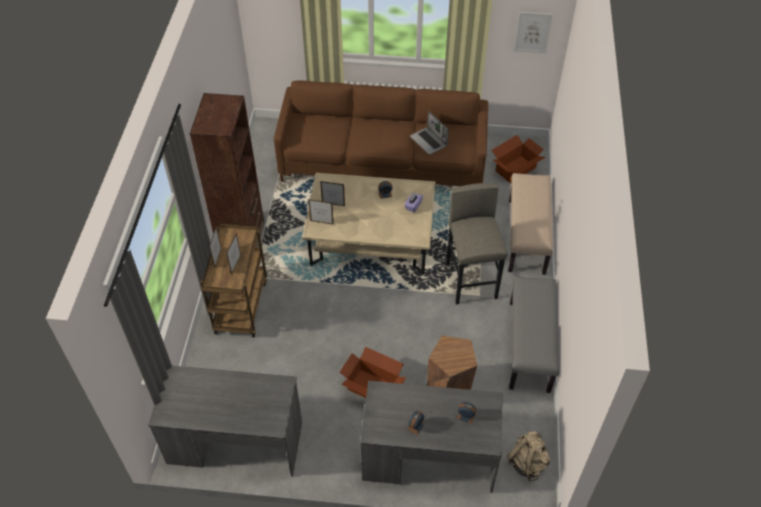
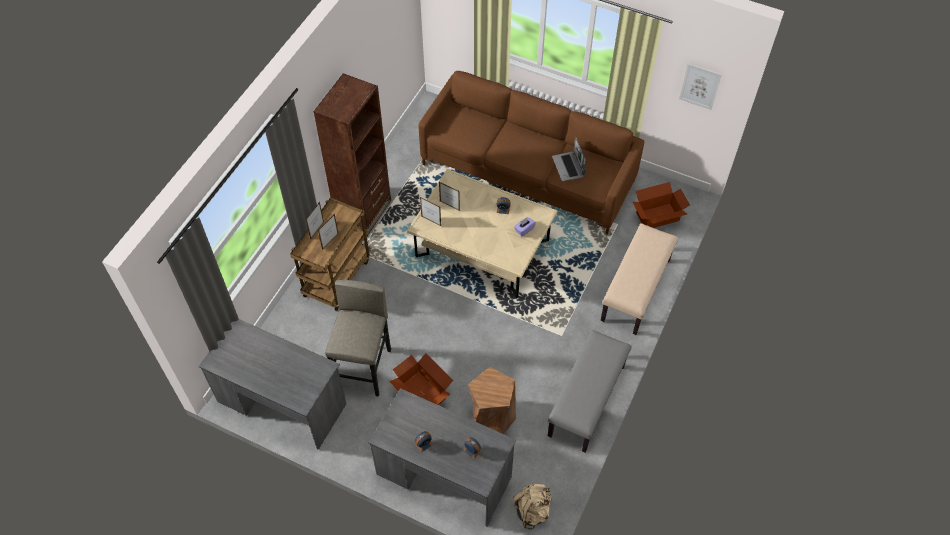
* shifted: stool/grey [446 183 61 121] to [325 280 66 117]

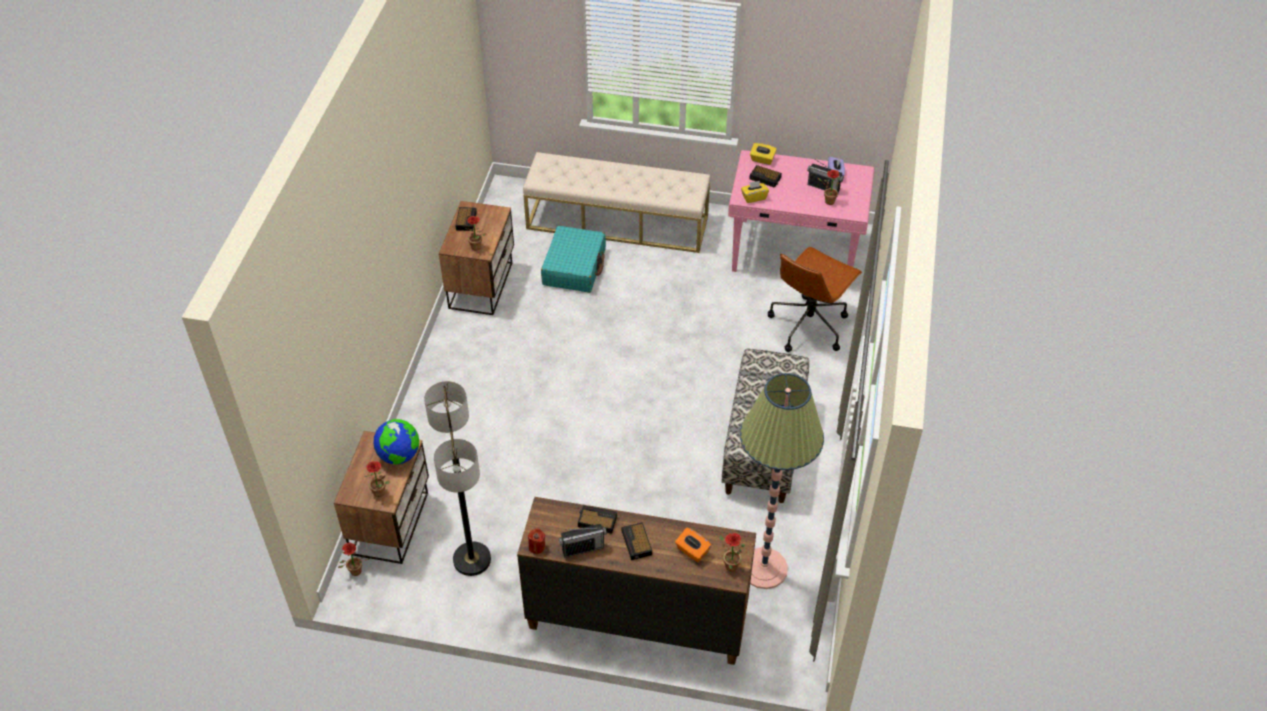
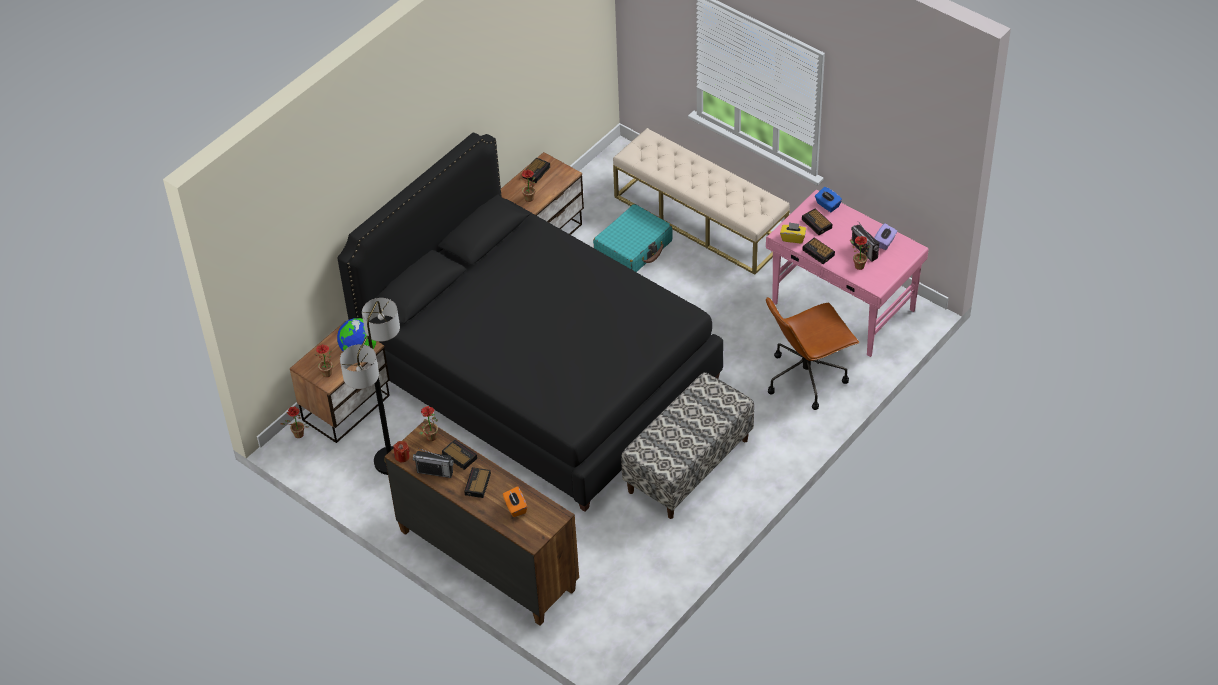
* new: bed/black [337 133 386 379]
* shifted: potted plant [719 533 26 39] to [419 406 19 35]
* new: alarm clock [803 237 32 27]
* repainted: tissue box/yellow [750 143 27 22] to tissue box/blue [815 187 27 25]
* gone: floor lamp [740 373 84 216]

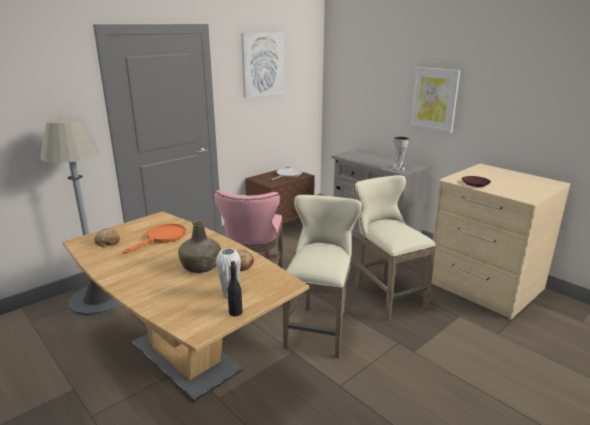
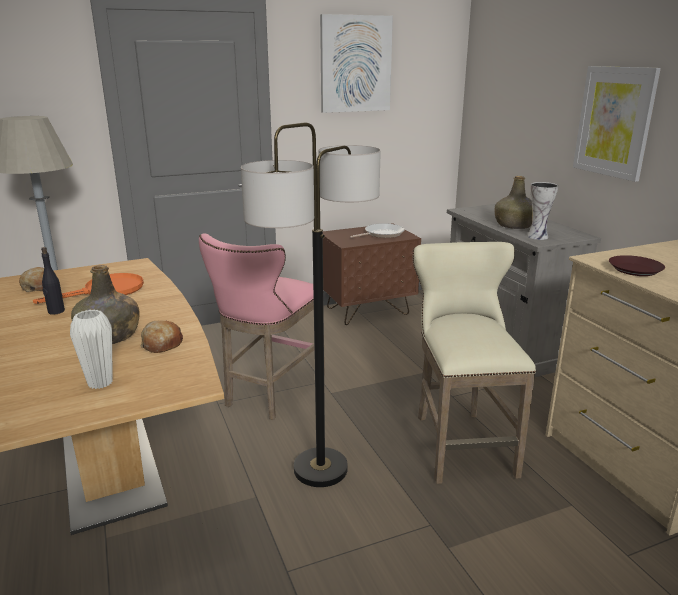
* shifted: bottle/black [228 261 14 56] to [41 247 24 68]
* swapped: stool/beige [283 195 79 163] to floor lamp [241 123 140 364]
* new: bottle/green [495 176 38 53]

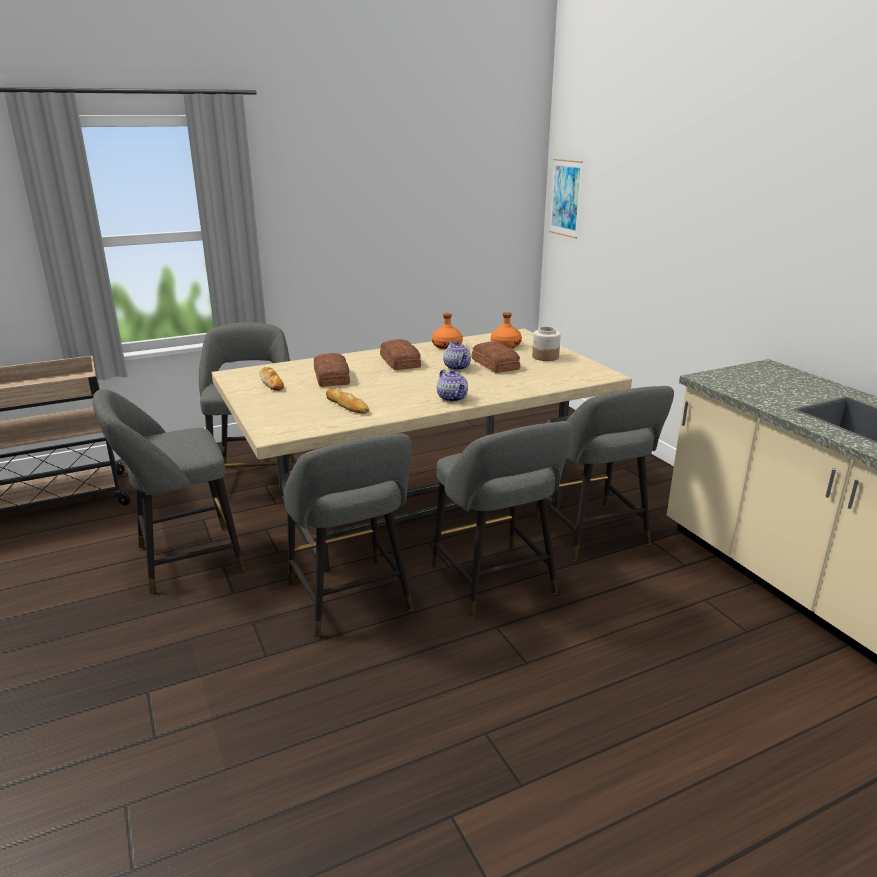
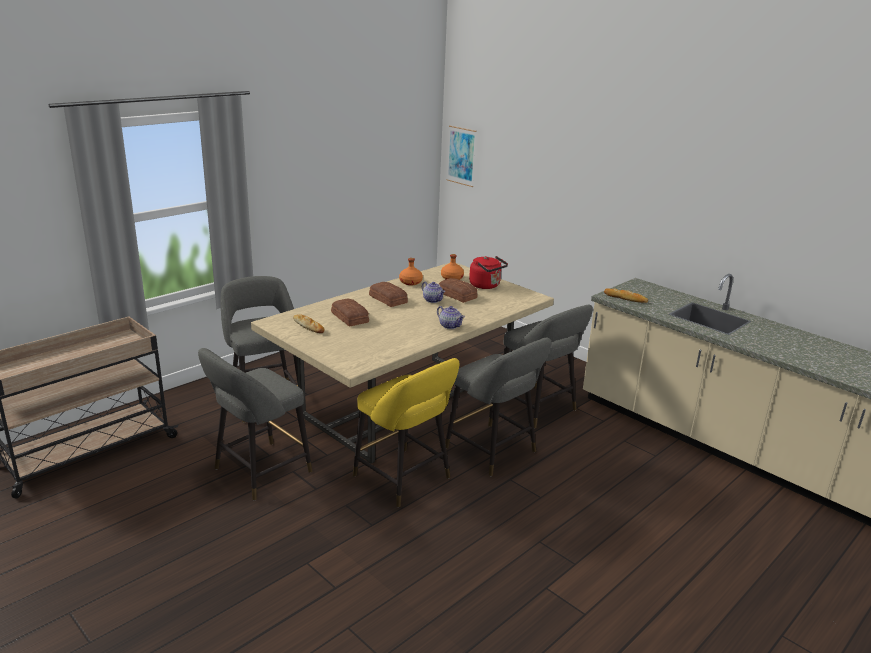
* repainted: stool/grey [282 433 131 205] to stool/yellow [353 358 106 150]
* swapped: jar [532 327 29 34] to kettle/red [469 256 39 33]
* shifted: bread [326 389 43 25] to [604 288 44 15]

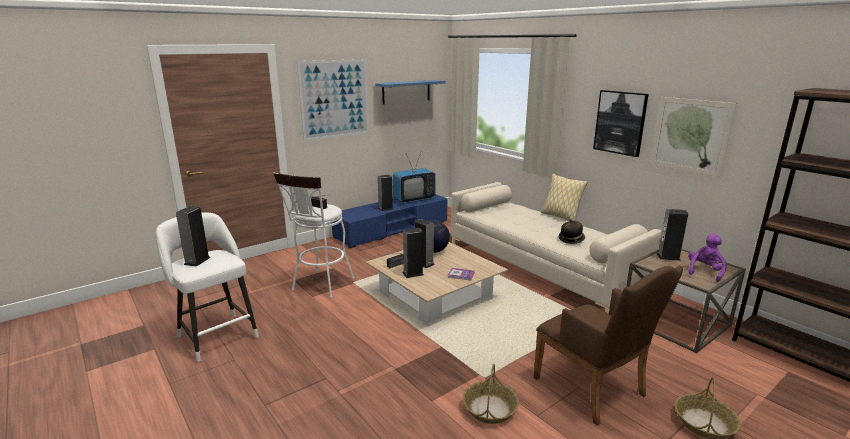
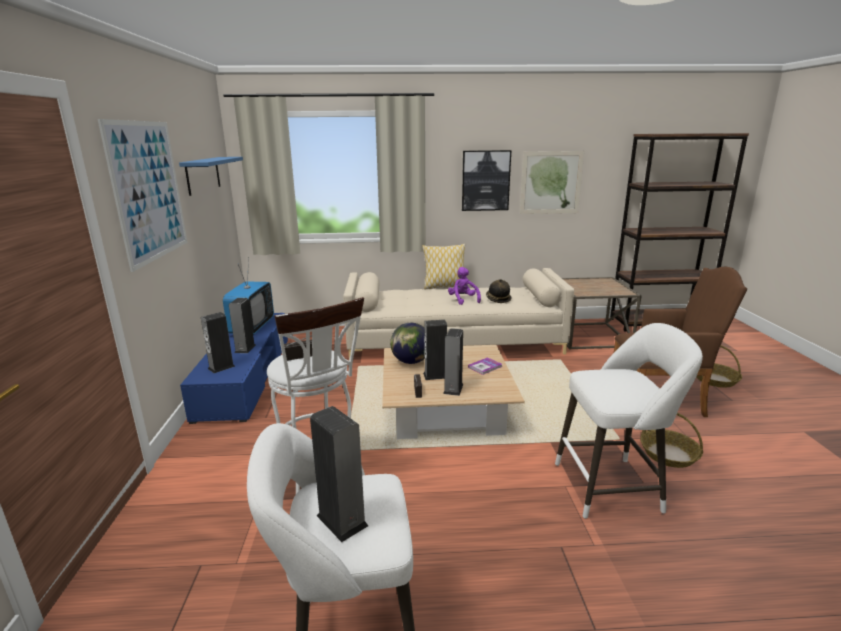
* shifted: speaker [657 209 31 52] to [201 312 34 61]
* shifted: plush toy/purple [688 233 39 49] to [448 267 33 38]
* new: stool/white [555 323 148 196]

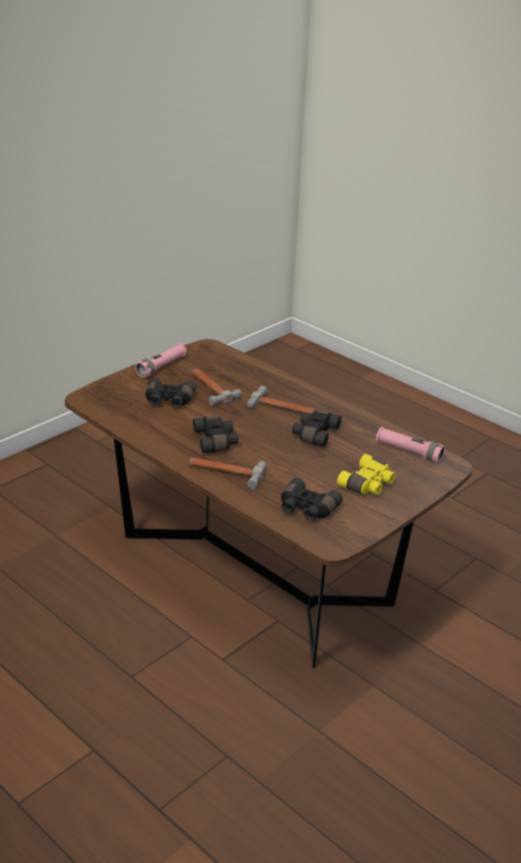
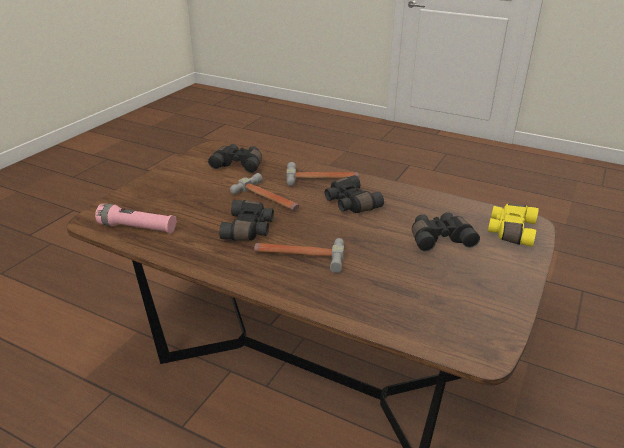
* shifted: hammer [192 368 50 38] to [230 173 69 38]
* shifted: binoculars/yellow [337 454 58 41] to [488 203 51 44]
* gone: flashlight/pink [135 343 52 35]

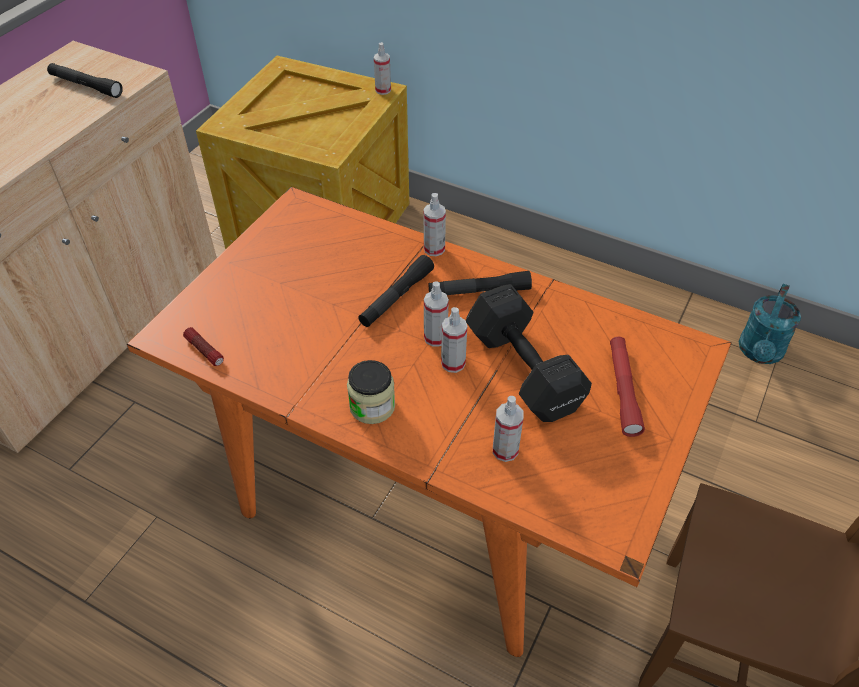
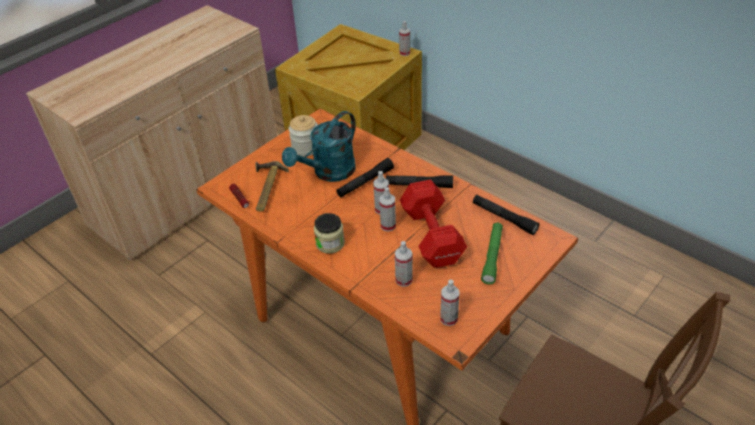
* new: hammer [255 161 34 51]
* shifted: watering can/turquoise [738 284 63 80] to [282 111 74 71]
* new: jar [289 115 29 41]
* repainted: dumbbell/black [466 284 126 138] to dumbbell/red [400 180 67 88]
* shifted: spray bottle [424 193 22 63] to [440 280 19 46]
* shifted: flashlight/black [47 63 76 35] to [473 195 66 40]
* repainted: flashlight/red [610 337 35 100] to flashlight/green [481 223 22 61]

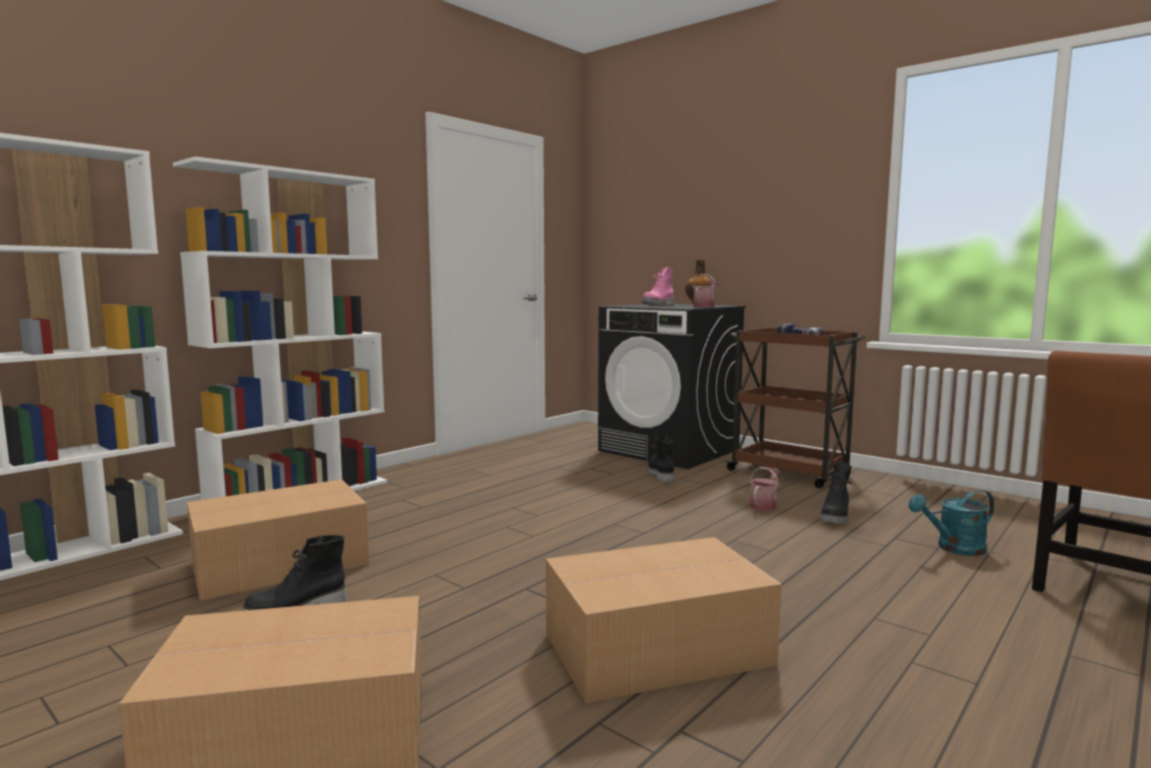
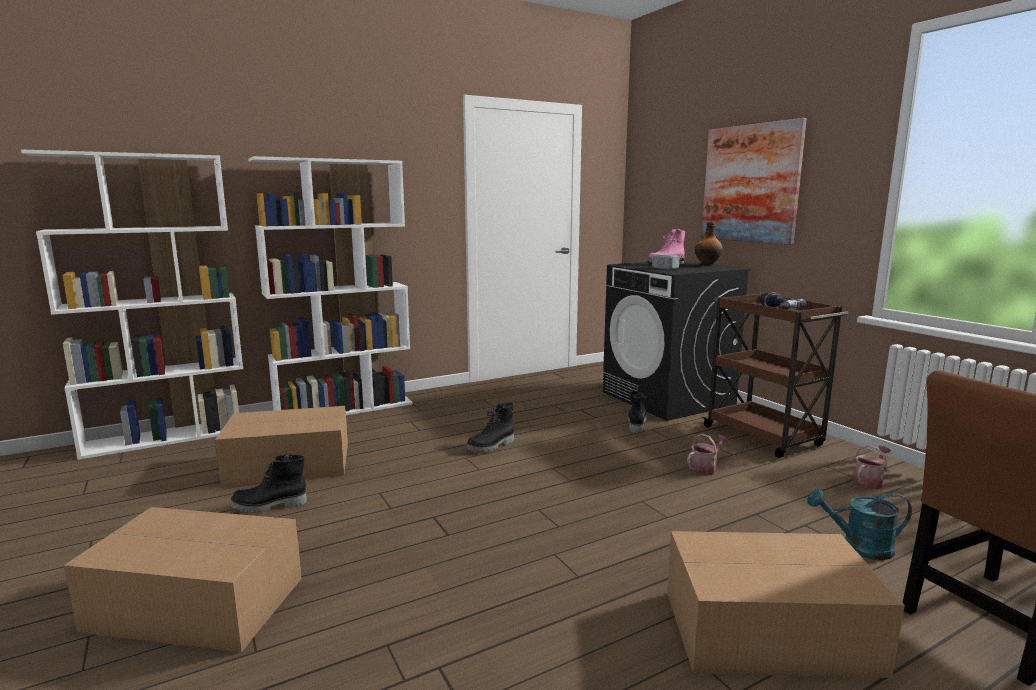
* shifted: boot/black [820 462 32 62] to [466 402 48 50]
* new: hammer [652 254 34 16]
* shifted: cardboard box [546 537 236 166] to [667 531 238 147]
* new: picture [701 118 106 127]
* shifted: watering can [693 274 25 33] to [853 445 38 44]

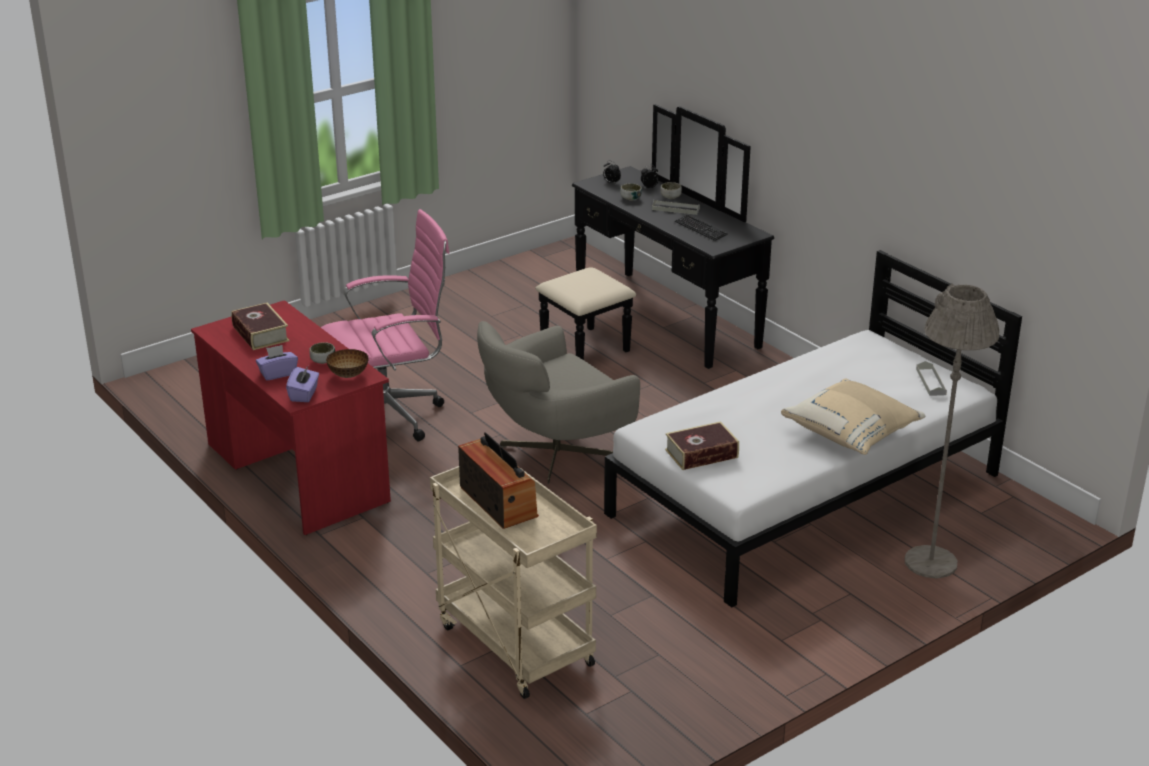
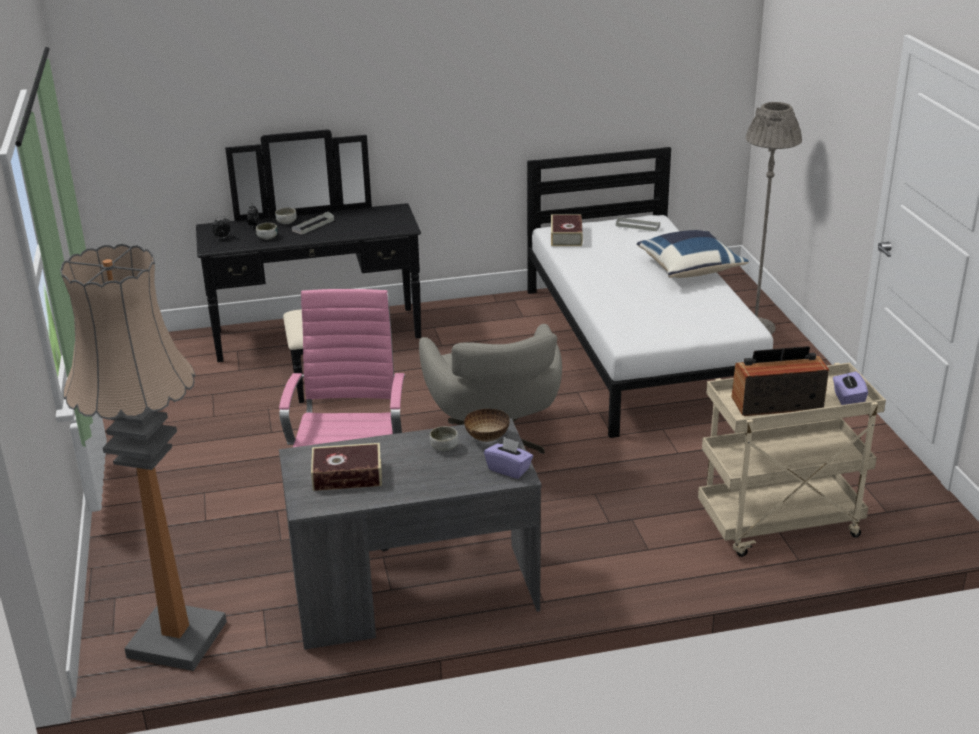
* new: floor lamp [60 244 167 427]
* repainted: desk/red [191 300 200 235] to desk/grey [279 418 262 232]
* shifted: book [665 421 74 49] to [551 215 32 31]
* repainted: pillow/beige [781 378 144 77] to pillow/blue [637 230 112 48]
* shifted: tissue box/purple [256 345 42 36] to [833 371 35 34]
* gone: keyboard [675 215 53 26]

